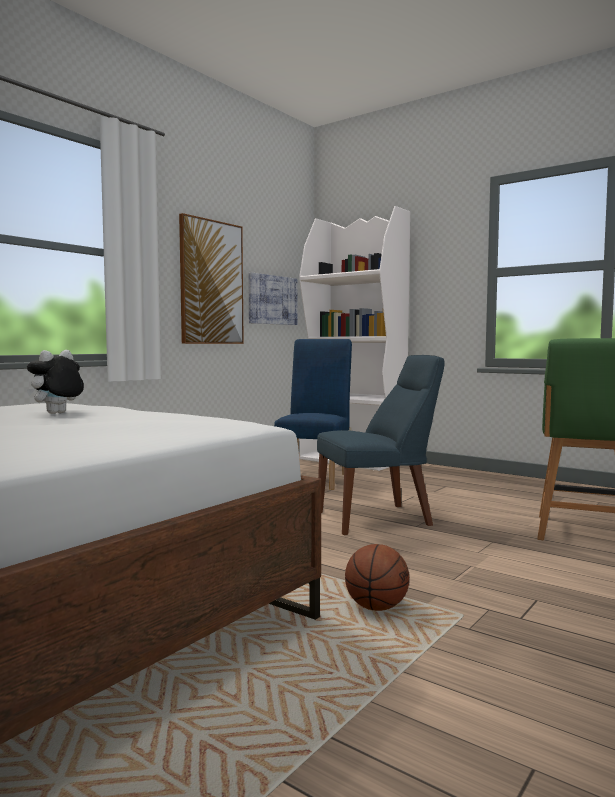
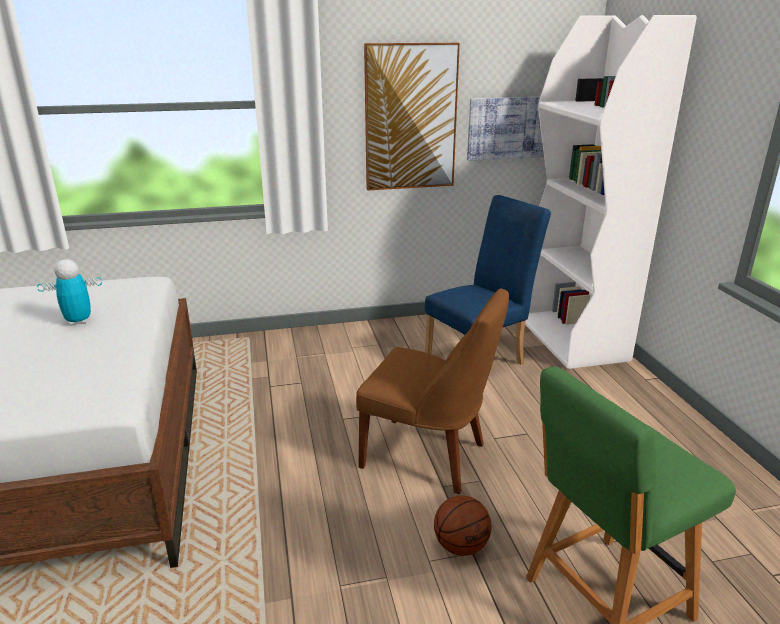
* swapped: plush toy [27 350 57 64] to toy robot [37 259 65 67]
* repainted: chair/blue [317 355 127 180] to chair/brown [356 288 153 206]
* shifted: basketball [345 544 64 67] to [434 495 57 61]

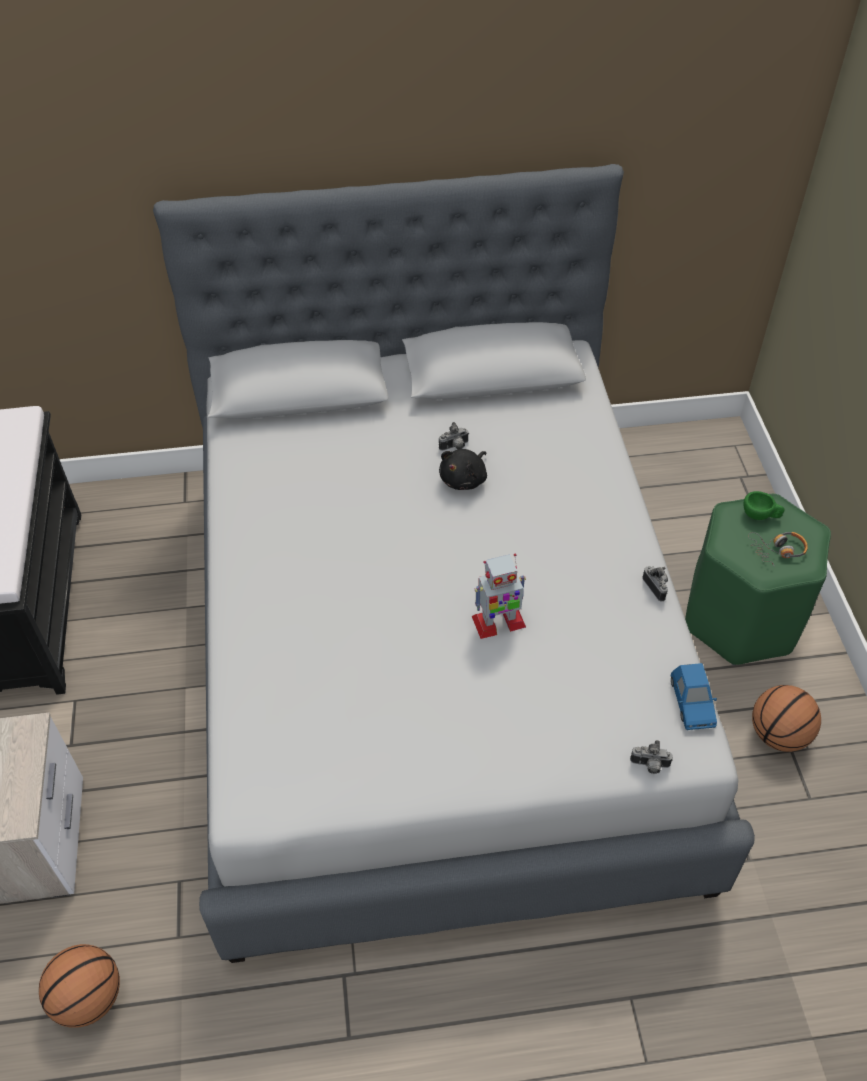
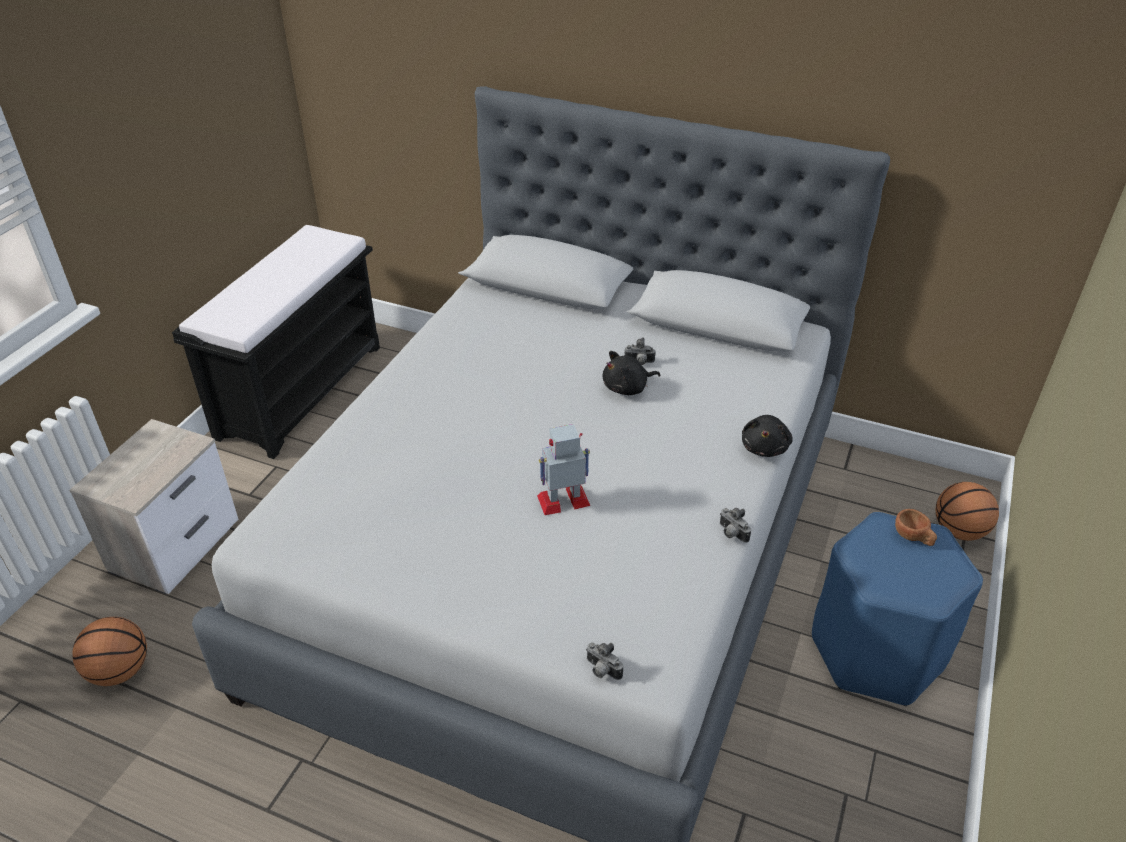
* rotated: toy robot [472 554 54 85] = [537 424 53 91] 150 degrees clockwise
* rotated: photo camera [642 566 26 36] = [720 508 31 35] 135 degrees clockwise
* new: plush toy/black [742 415 51 42]
* repainted: stool/green [685 494 146 171] to stool/blue [812 512 171 194]
* repainted: cup/green [743 491 42 29] to cup/brown [895 509 42 37]
* shifted: basketball [752 685 69 67] to [936 482 63 59]
* gone: toy car/blue [670 663 47 67]
* gone: headphones [748 532 60 35]

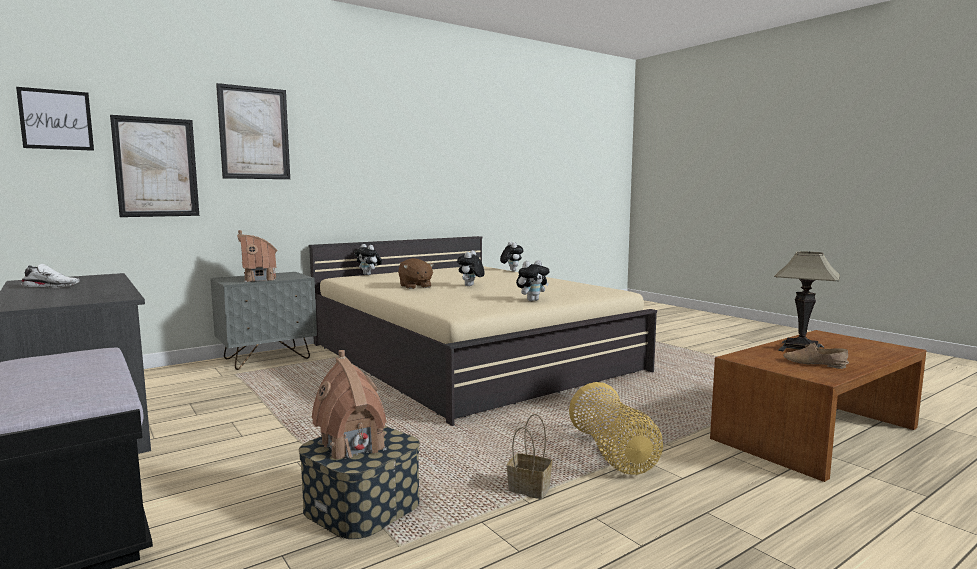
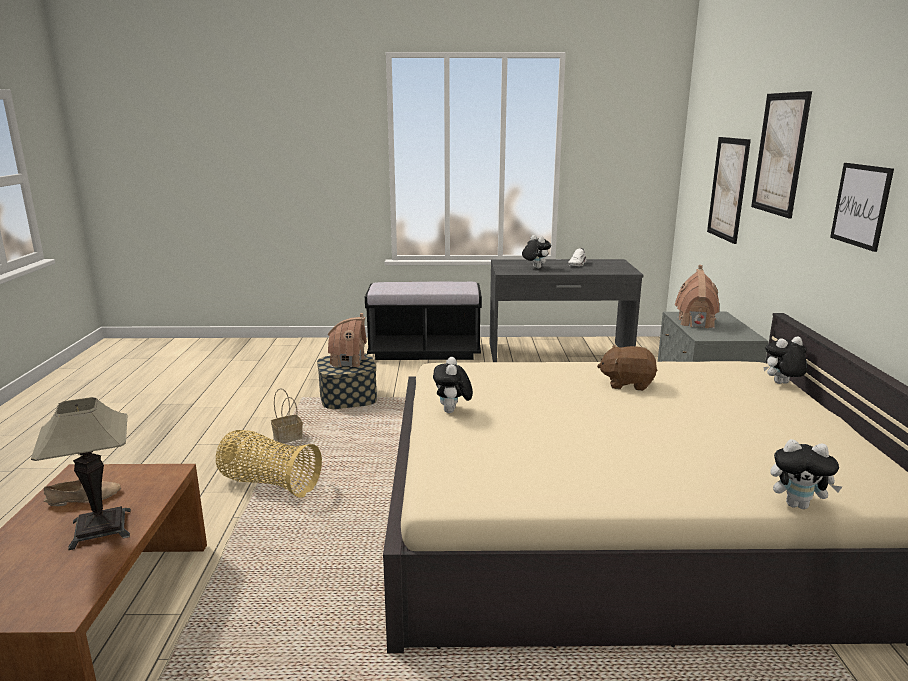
* shifted: plush toy [457 250 28 36] to [522 235 29 33]
* shifted: picture [16 87 78 64] to [830 163 64 89]

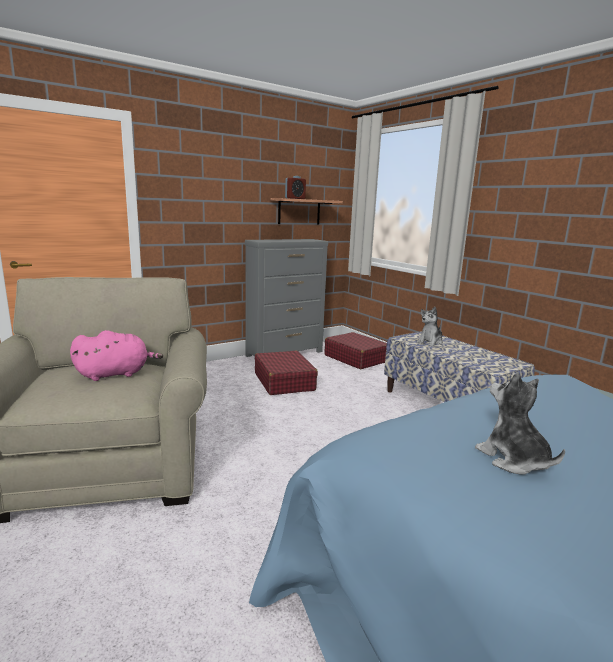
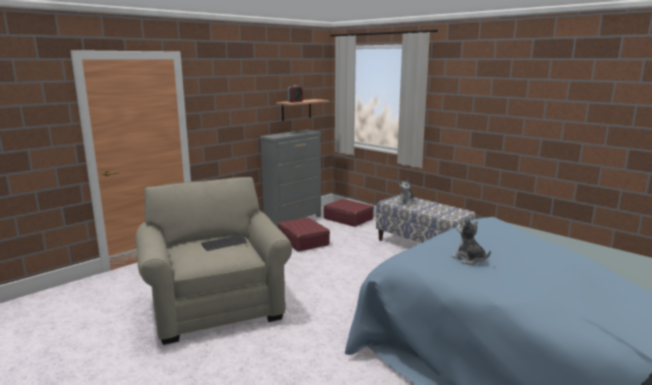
* swapped: plush toy/pink [70 330 93 51] to keyboard [202 235 45 16]

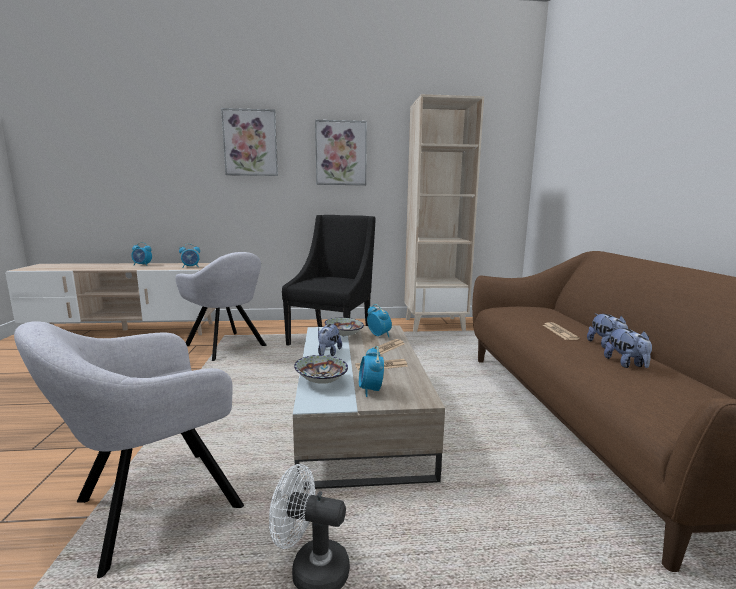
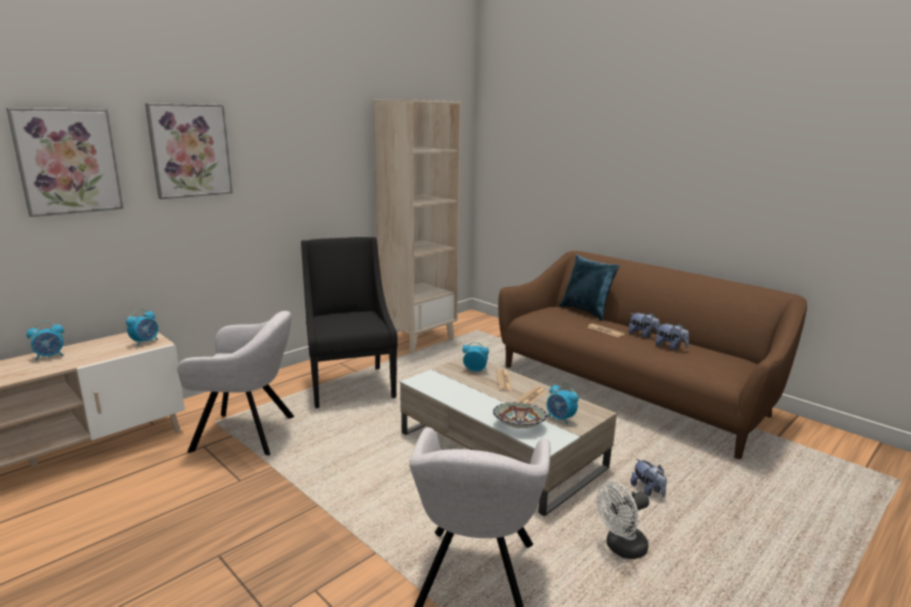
* shifted: picture [315 120 52 65] to [6 108 117 109]
* new: pillow/blue [559 254 61 67]
* shifted: plush toy [318 324 24 32] to [630 458 37 39]
* gone: bowl [325 318 39 18]

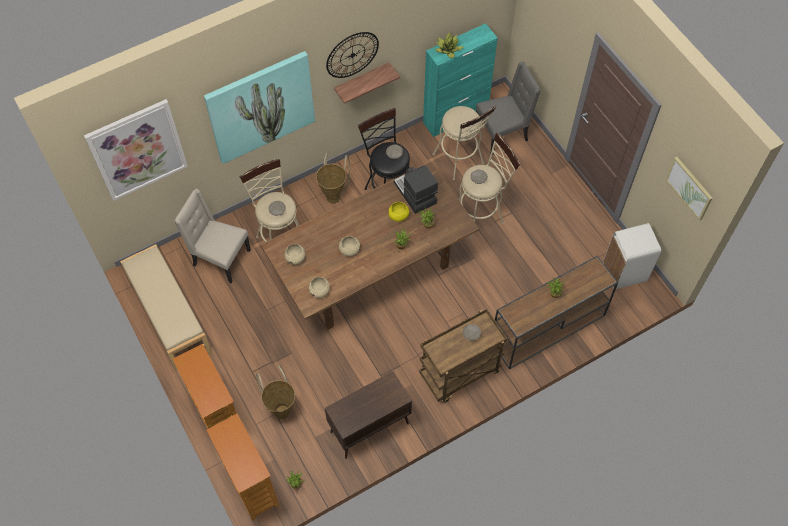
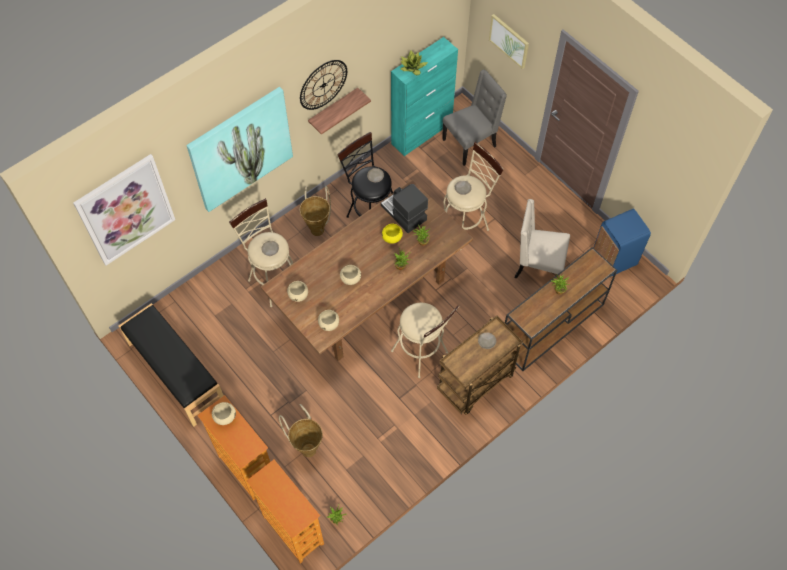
* repainted: bench/beige [120 244 92 127] to bench/black [118 303 106 124]
* new: bowl/beige [212 402 24 23]
* shifted: stool/beige [432 105 65 75] to [391 303 68 75]
* shifted: picture [665 157 48 64] to [489 14 40 55]
* shifted: chair/beige [174 189 77 94] to [514 199 56 79]
* repainted: trash can/white [603 223 58 66] to trash can/blue [594 208 57 69]
* gone: cabinet/brown [325 371 87 88]

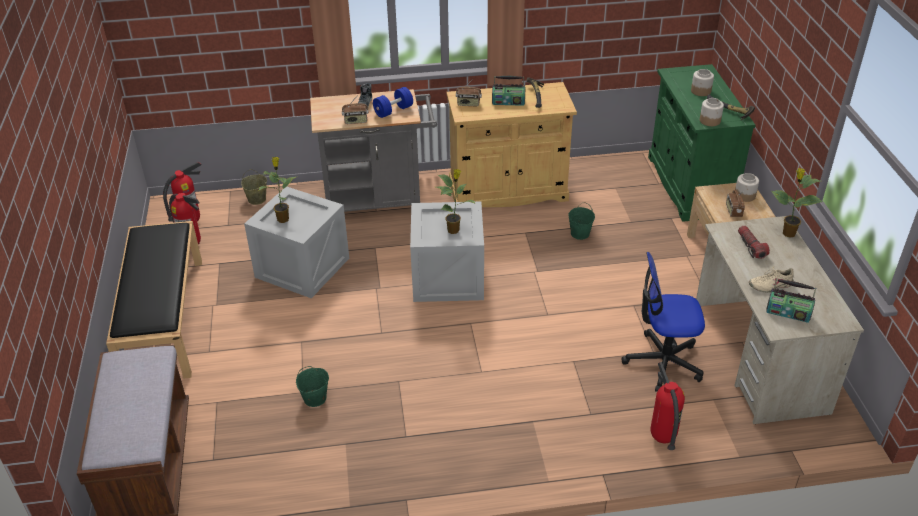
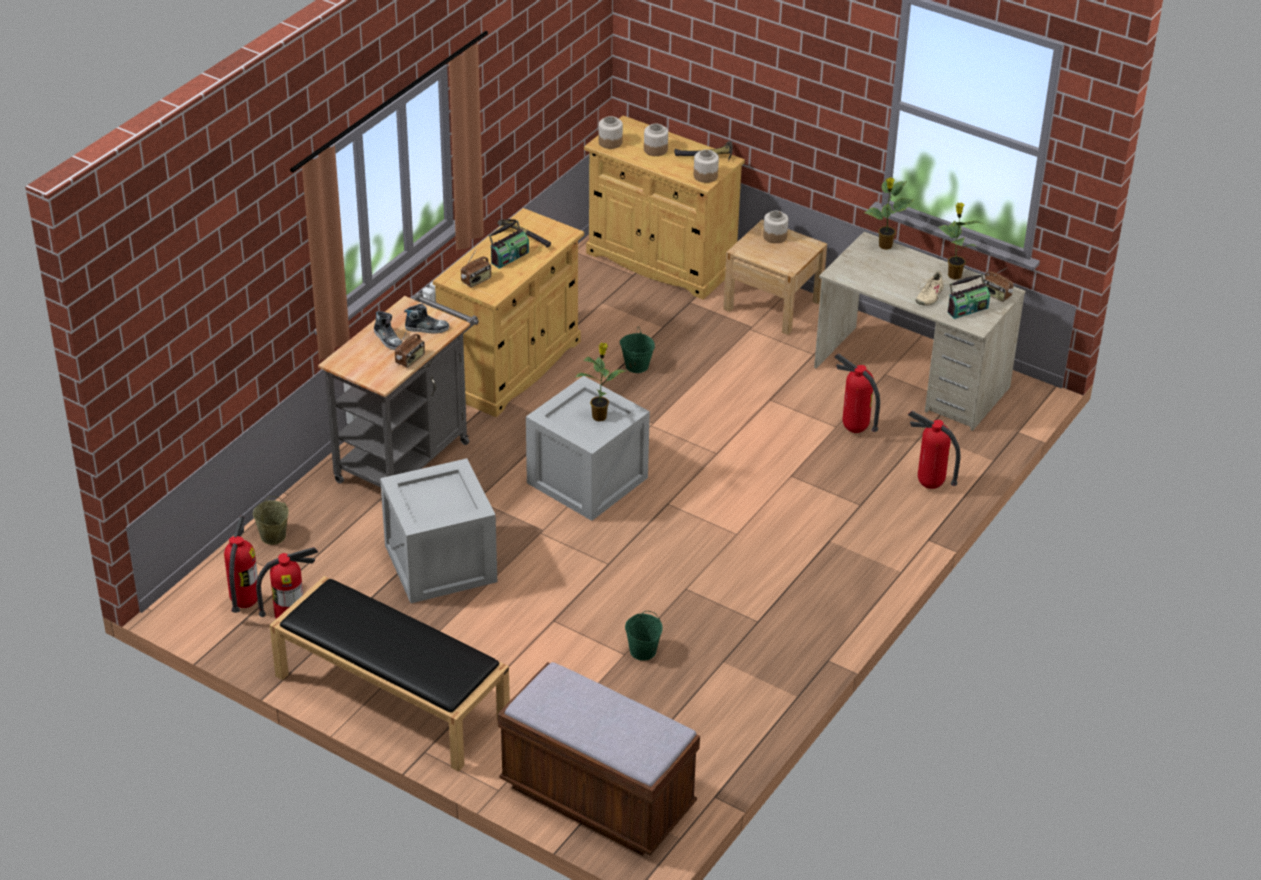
* swapped: dumbbell/blue [373 87 40 31] to shoe [404 304 45 30]
* repainted: cabinet/green [648 64 108 157] to cabinet/beige [584 115 161 184]
* new: jar [598 116 25 33]
* swapped: office chair [621 252 84 140] to fire extinguisher [835 353 45 80]
* shifted: potted plant [258 157 40 66] to [938 203 45 77]
* shifted: radio [726 190 19 27] to [983 268 30 34]
* gone: flashlight [738 225 32 34]

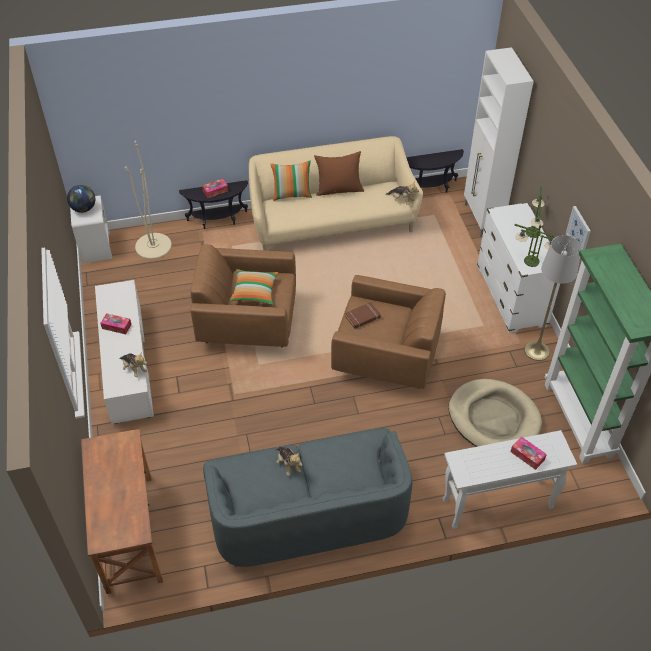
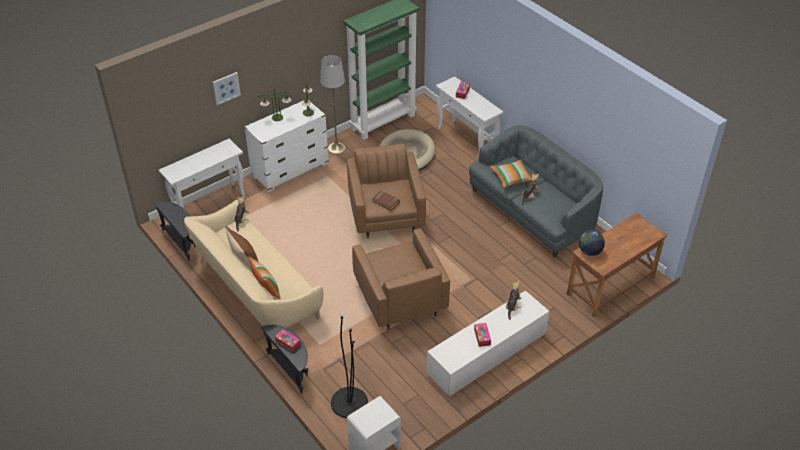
* swapped: cabinet/white [464 47 70 190] to console table/white [159 138 86 70]
* shifted: picture [566 206 25 44] to [213 72 28 33]
* repainted: floor lamp/beige [124 141 48 118] to floor lamp/black [331 314 37 104]
* shifted: pillow [230 269 49 36] to [491 159 41 29]
* shifted: globe [67 185 28 28] to [579 230 26 26]

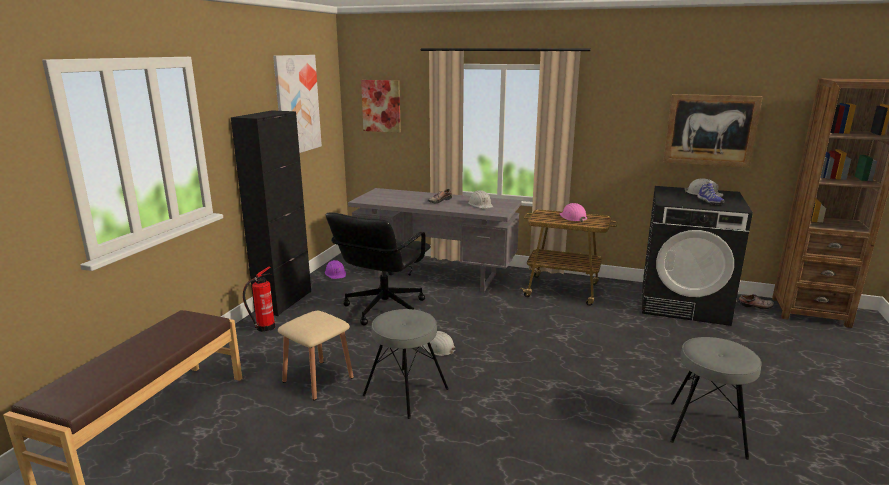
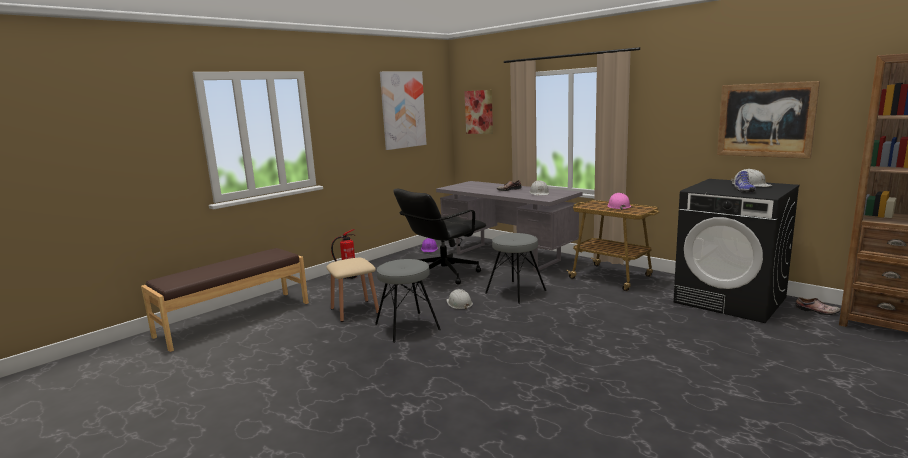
* shifted: stool/grey [670 337 92 123] to [485 233 62 71]
* gone: cabinet/black [231 110 80 206]

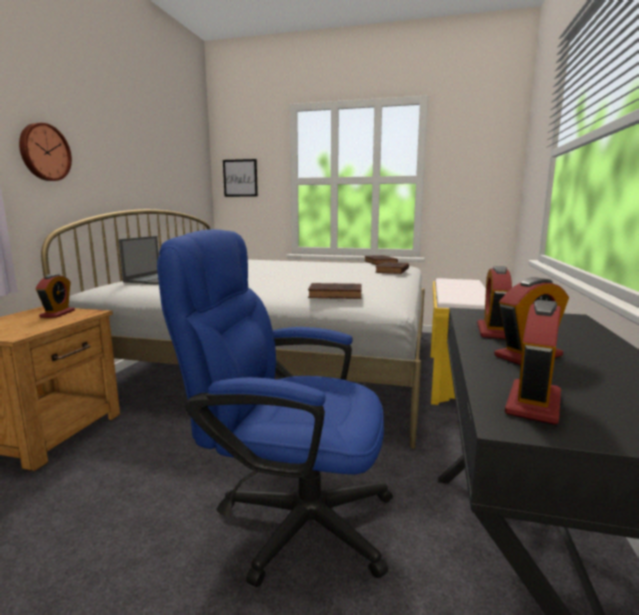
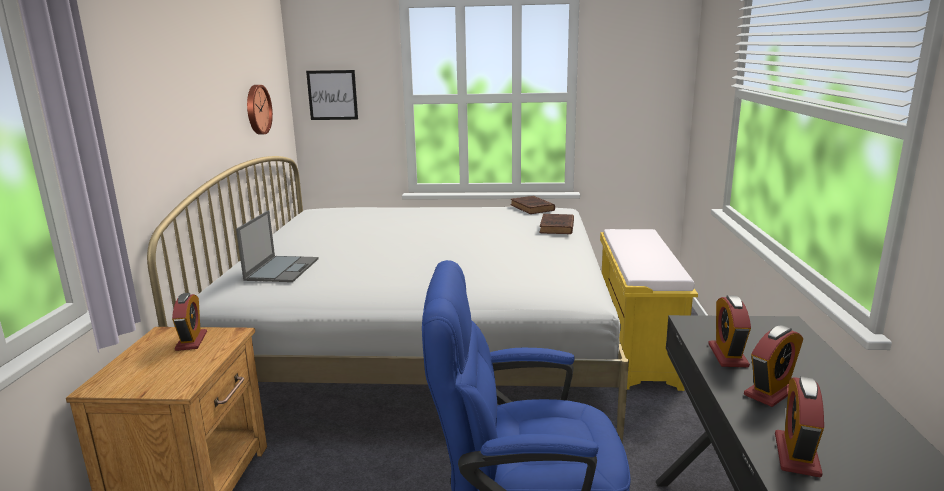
* shifted: wall clock [19 123 53 58] to [247 85 26 49]
* gone: book/brown [308 283 54 16]

